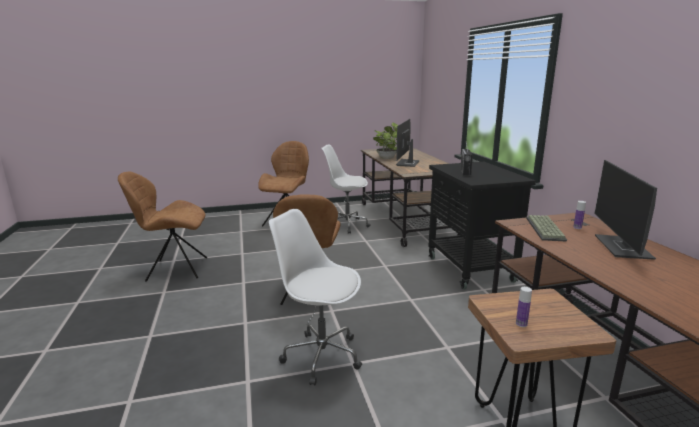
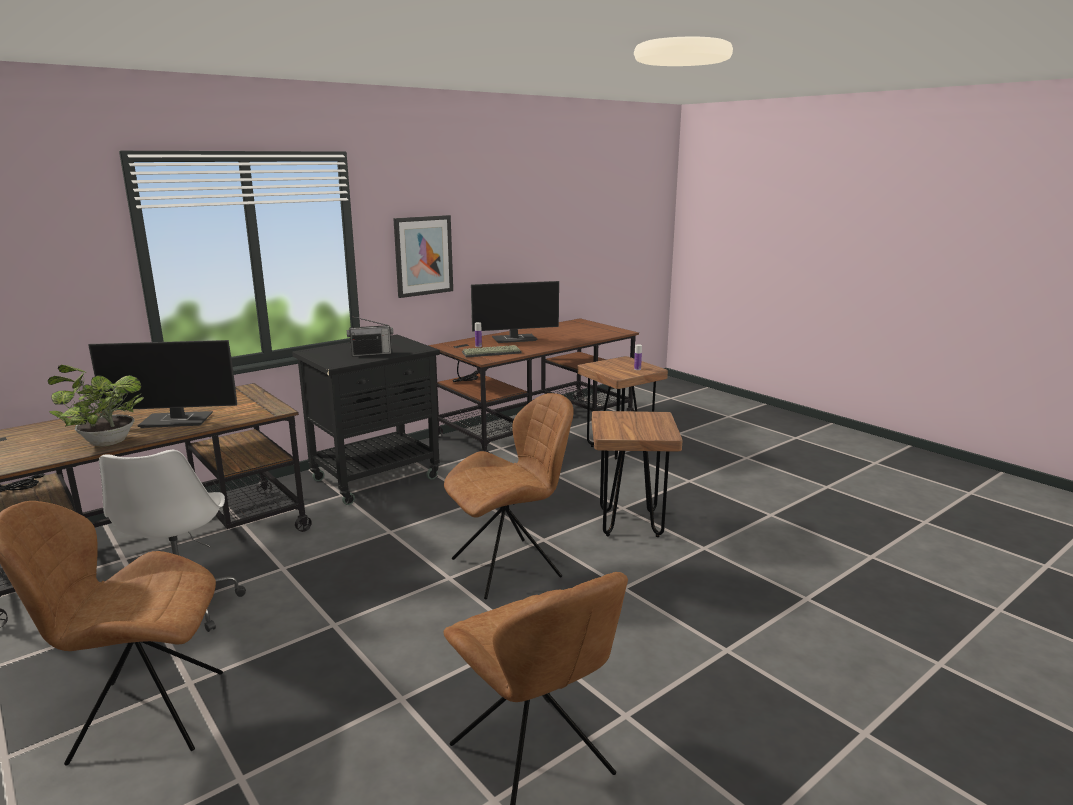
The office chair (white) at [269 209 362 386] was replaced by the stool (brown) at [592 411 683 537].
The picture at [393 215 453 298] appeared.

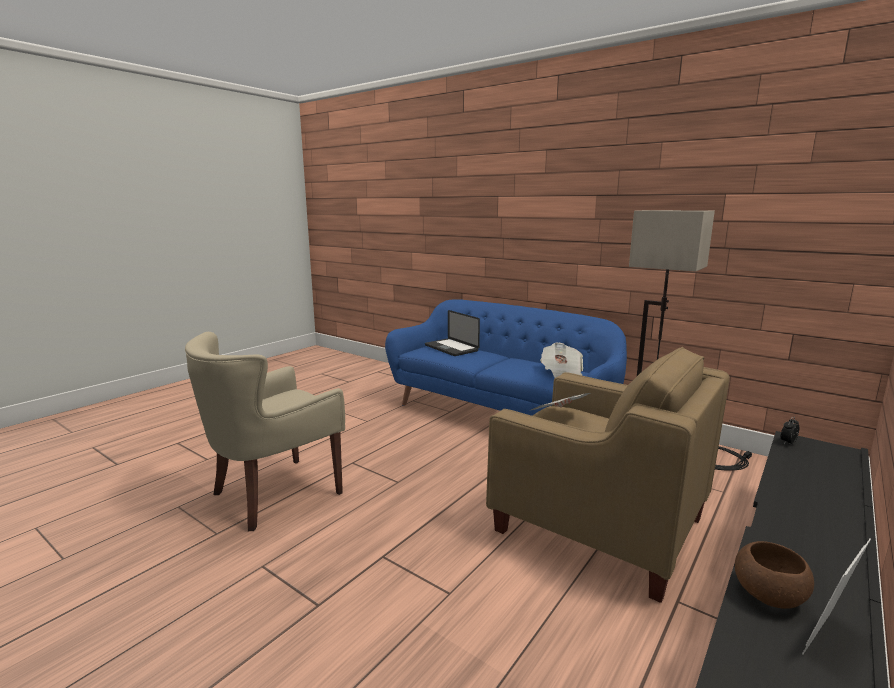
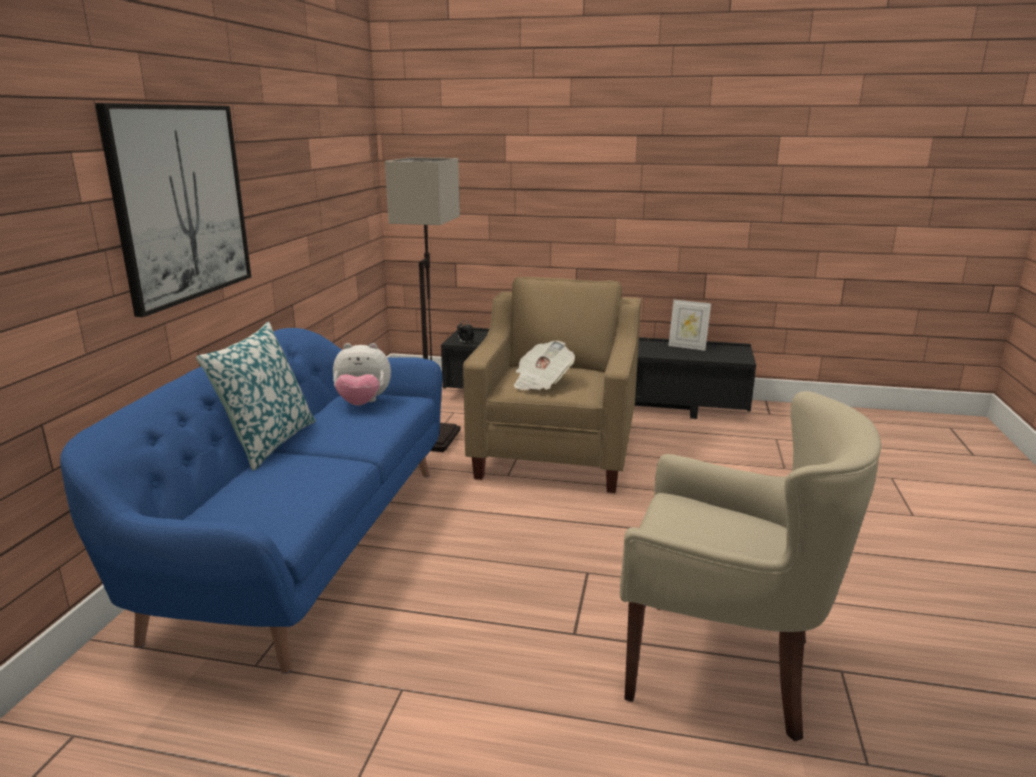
The laptop at [425 310 480 356] disappeared.
The newspaper at [540 343 583 378] was replaced by the plush toy at [333 343 391 406].
The bowl (brown) at [735 541 814 609] disappeared.
The picture at [95 103 251 317] appeared.
The pillow at [196 322 316 470] appeared.

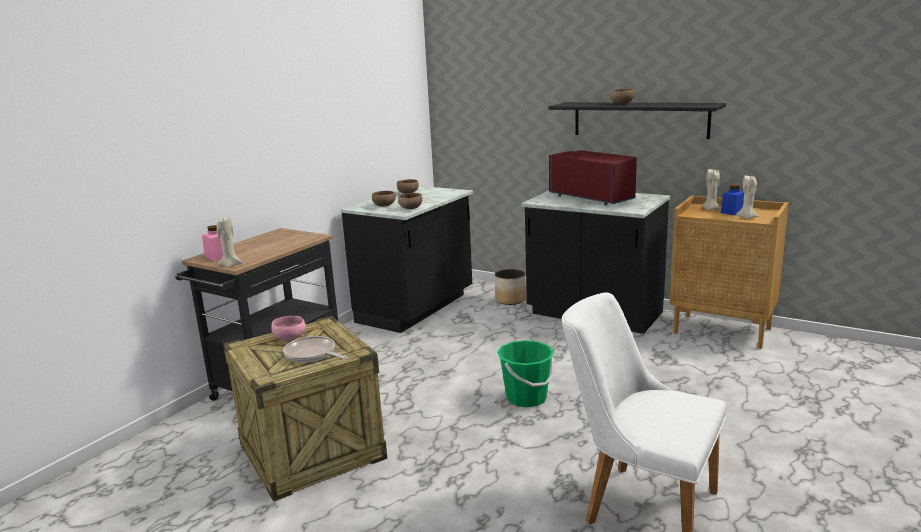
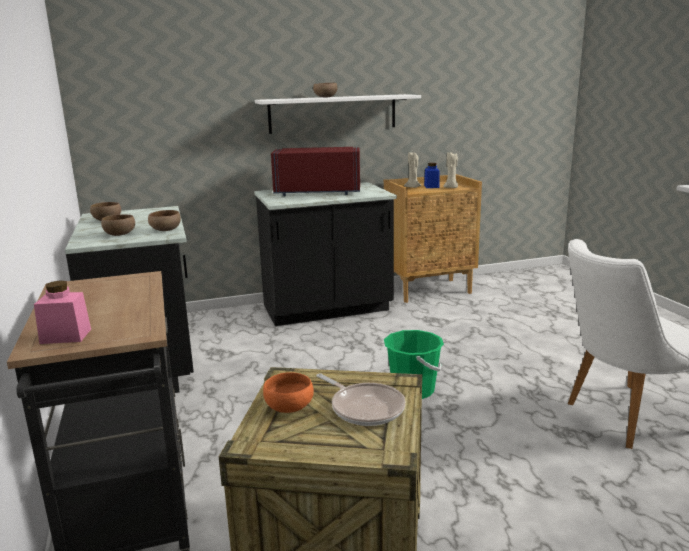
The candle (beige) at [217 217 243 268] disappeared.
The bowl (pink) at [271 316 306 341] became the bowl (orange) at [263 372 314 413].
The frying pan at [283 336 348 362] turned 120 degrees counterclockwise.
The planter at [495 269 526 305] disappeared.
The shelf (black) at [548 102 726 139] became the shelf (white) at [254 94 421 134].

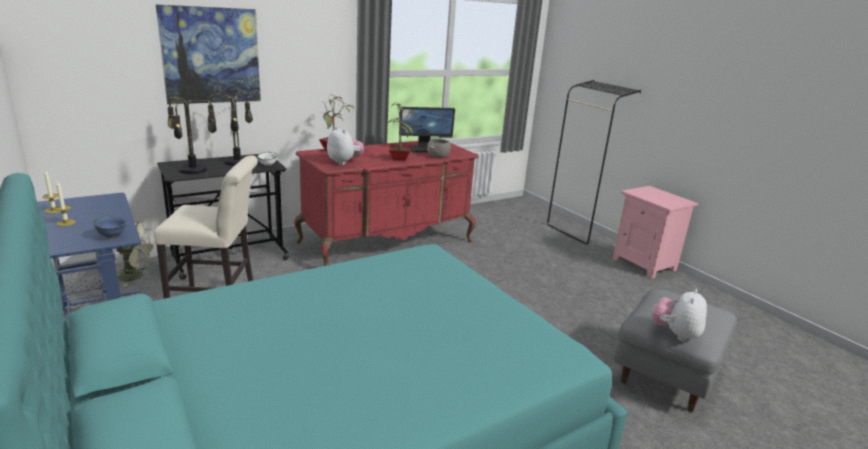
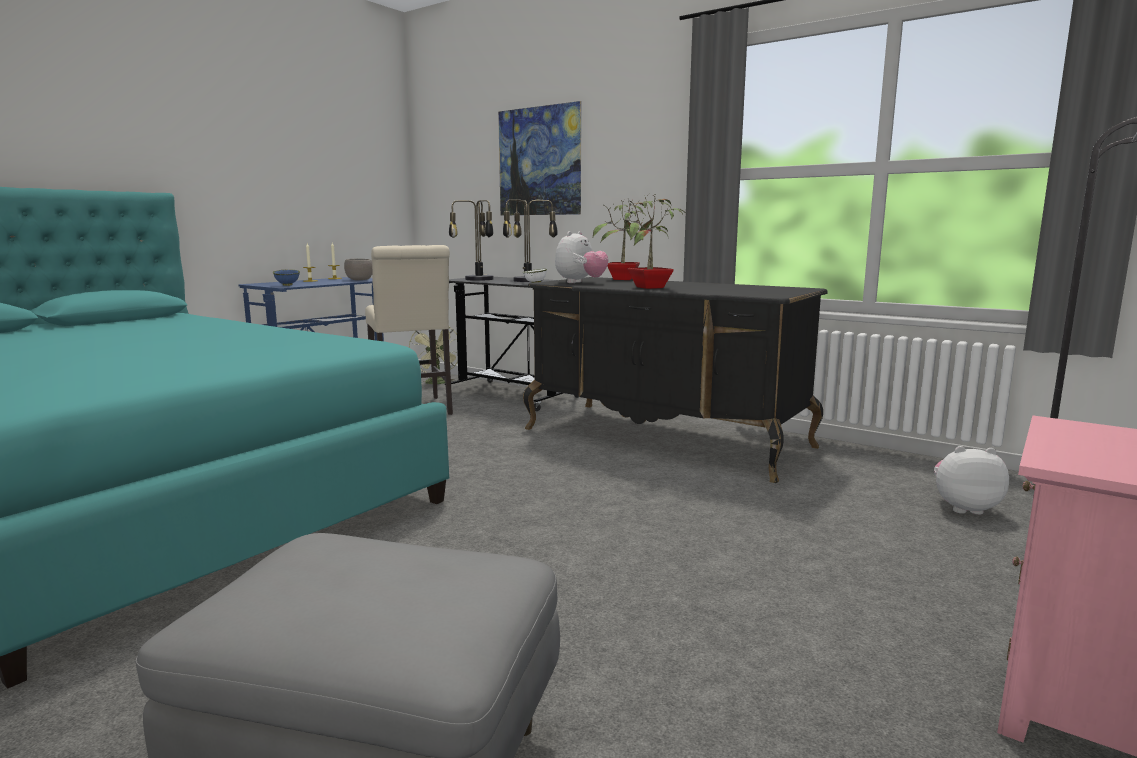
The dresser (red) at [294 141 479 266] became the dresser (black) at [523 277 828 483].
The monitor at [399 107 455 152] disappeared.
The bowl (grey) moved from [427 139 451 158] to [344 258 373 280].
The plush toy moved from [652 289 707 342] to [934 446 1009 515].

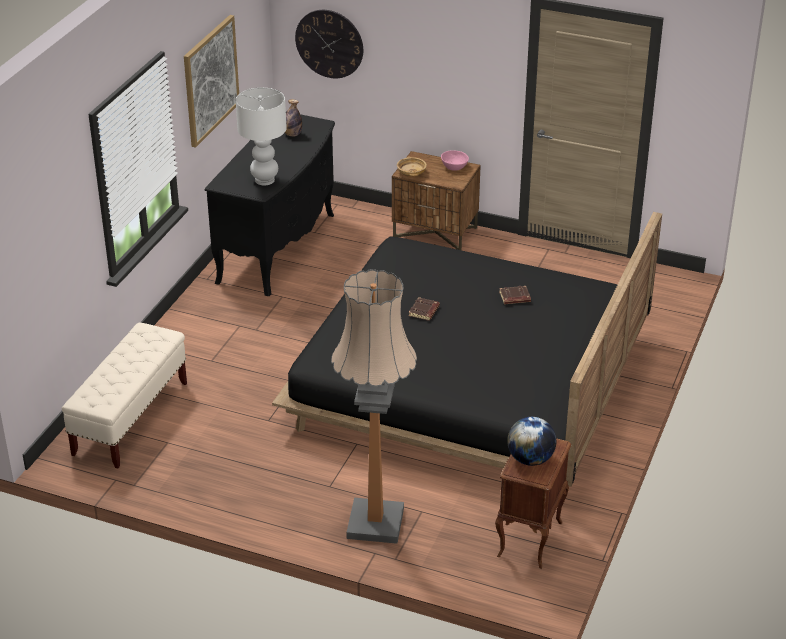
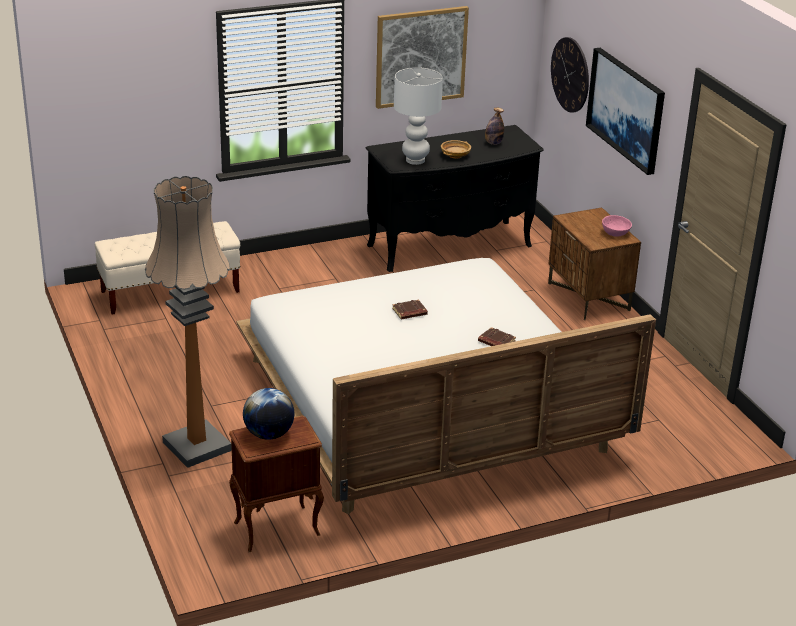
The bed (black) at [272 212 662 487] became the bed (white) at [236 258 656 514].
The bowl (beige) moved from [397 157 427 177] to [441 140 471 159].
The picture at [586 48 665 175] appeared.

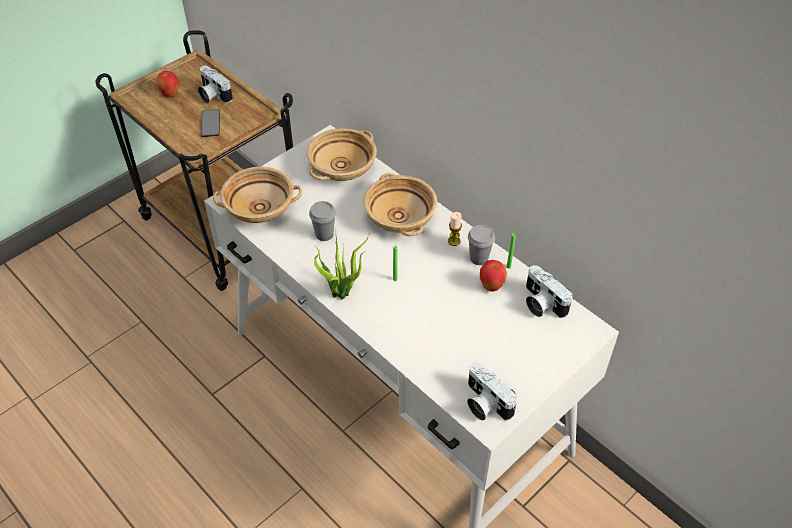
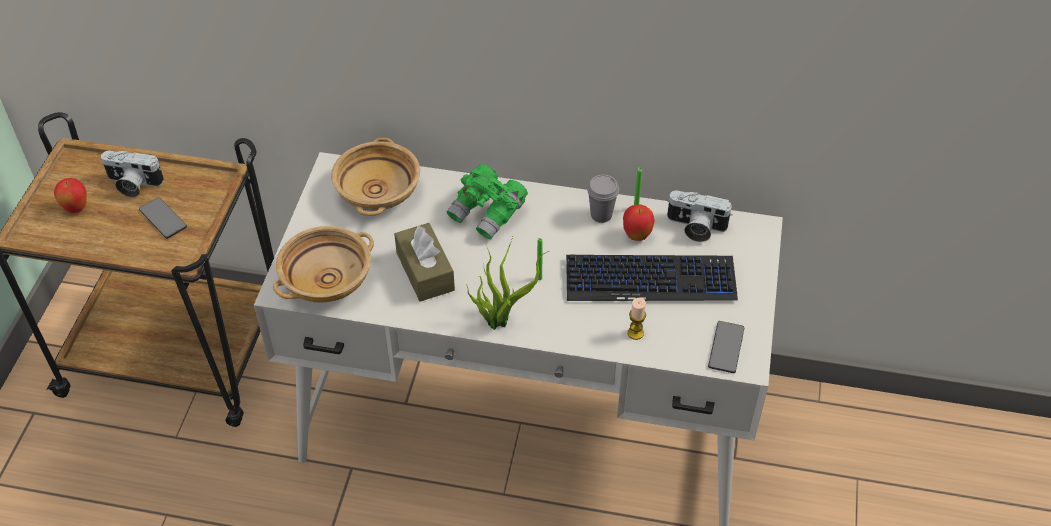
The cup (grey) at [309 201 336 241] was replaced by the tissue box (brown) at [394 223 455 302].
The bowl (beige) at [363 173 437 236] was replaced by the binoculars (green) at [447 164 528 239].
The candle moved from [448 212 462 246] to [628 298 646 340].
The photo camera at [467 362 517 421] was replaced by the phone at [708 321 744 373].
The keyboard at [566 254 738 301] appeared.

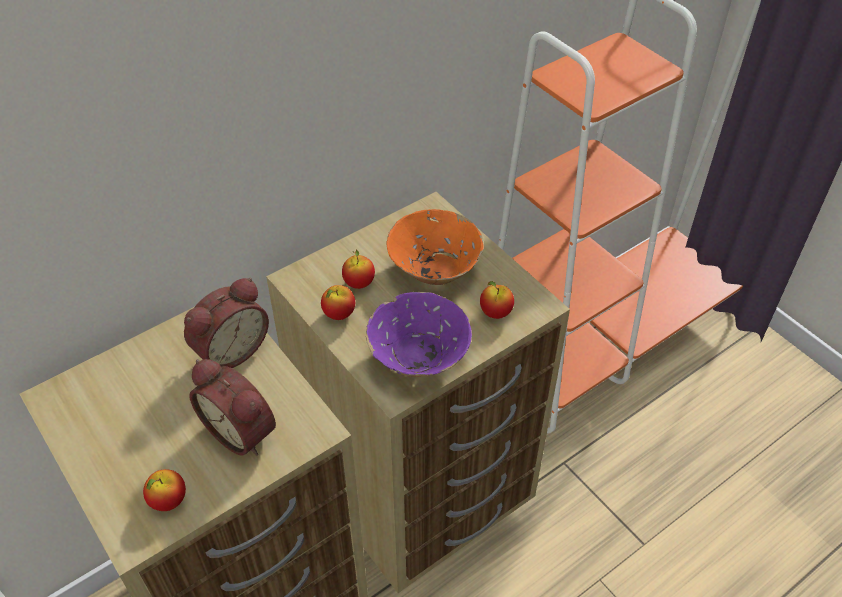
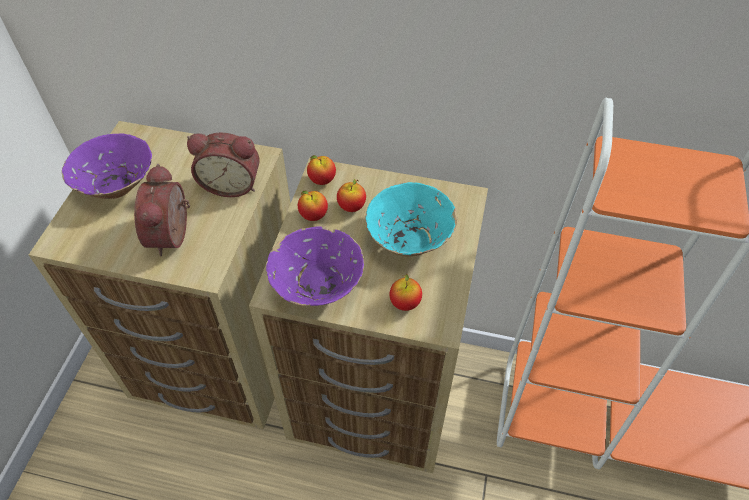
The apple moved from [143 469 186 511] to [307 155 336 185].
The bowl (orange) at [387 209 484 285] became the bowl (turquoise) at [365 182 457 256].
The bowl (purple) at [62 133 152 199] appeared.

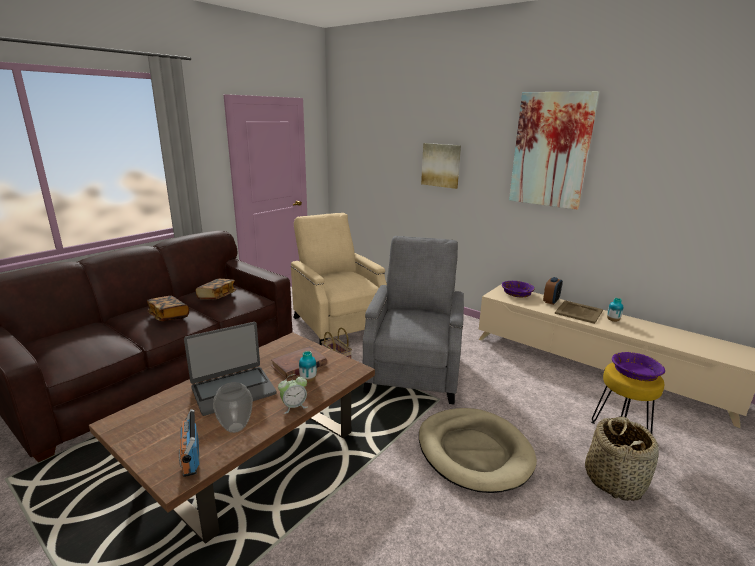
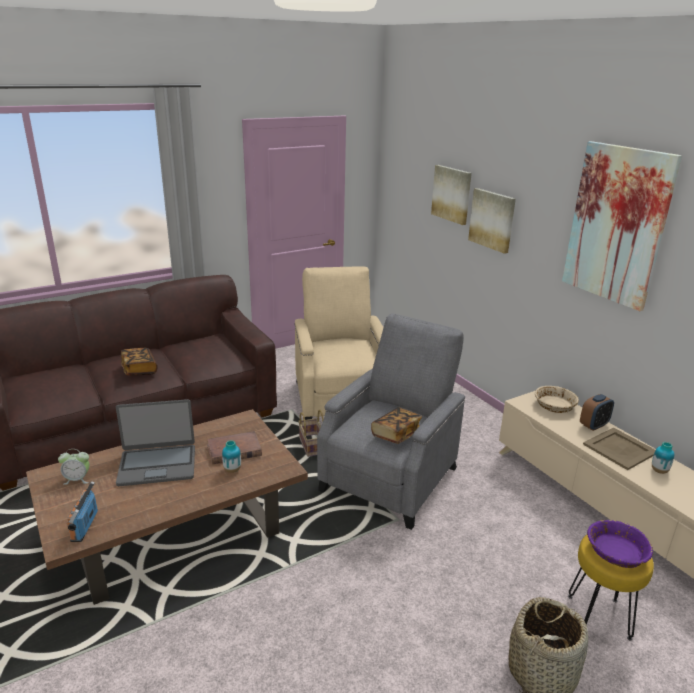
The book moved from [196 279 236 299] to [371 408 422 444].
The vase at [213 382 253 433] disappeared.
The alarm clock moved from [278 374 308 414] to [58 449 89 485].
The dog bed (beige) at [419 408 537 493] disappeared.
The bowl (purple) at [502 281 535 297] became the bowl (beige) at [535 386 579 413].
The picture at [431 165 472 225] appeared.

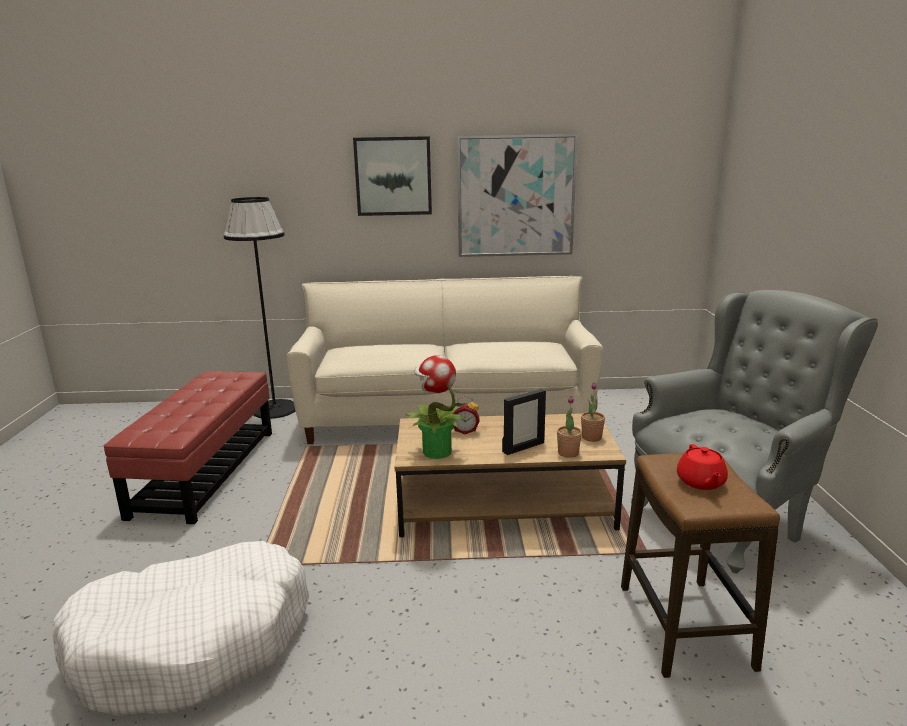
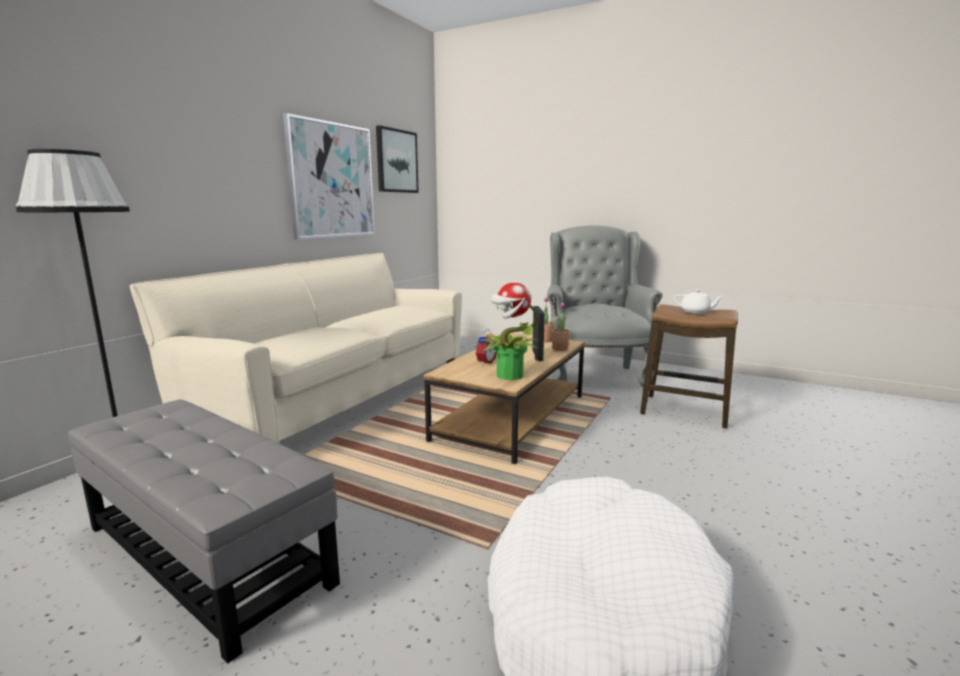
The ottoman (red) at [104 371 272 524] became the ottoman (grey) at [68 399 340 663].
The picture moved from [353 136 432 216] to [376 125 419 193].
The teapot (red) at [677 444 728 490] became the teapot (white) at [674 289 724 313].

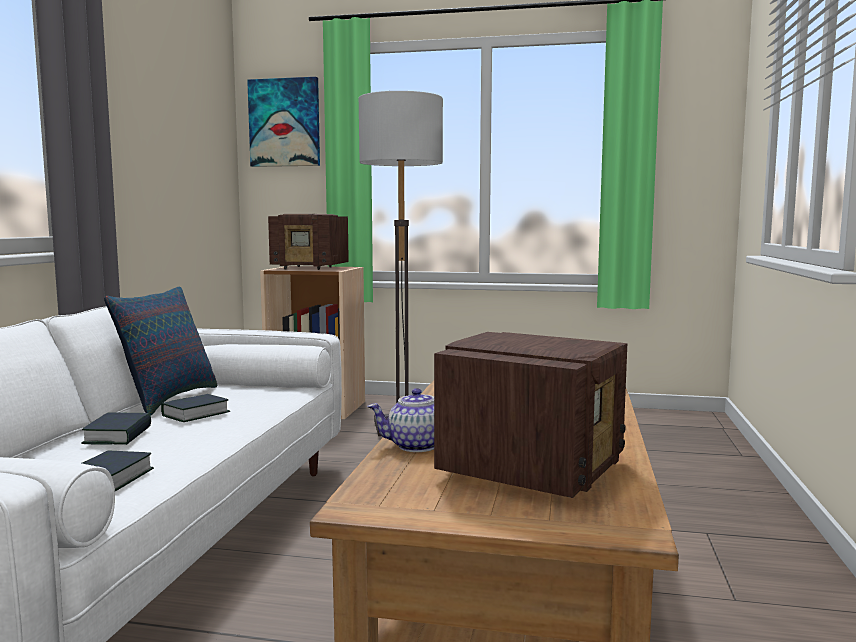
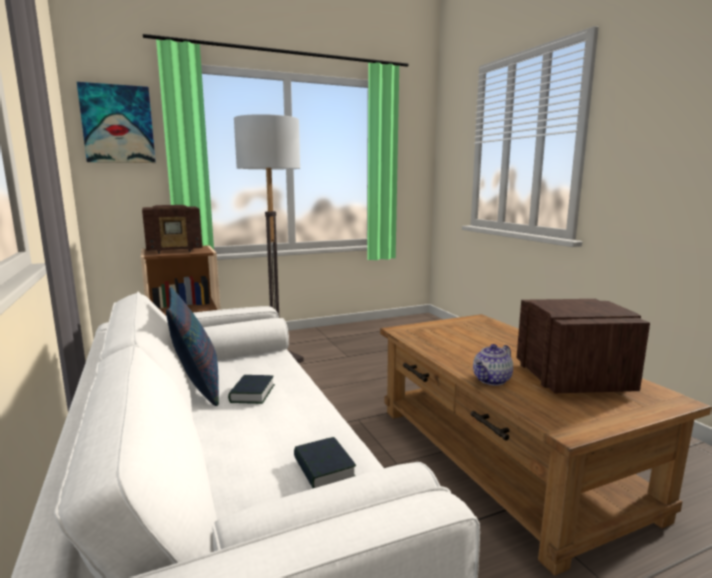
The book at [81 412 151 445] disappeared.

